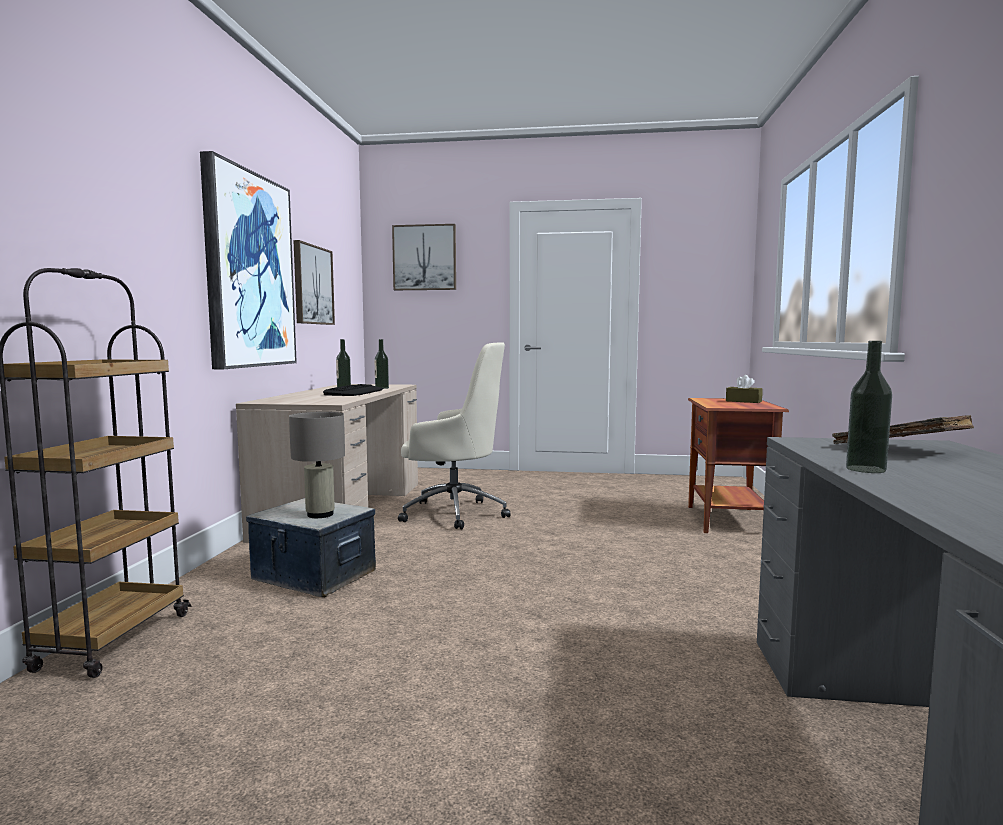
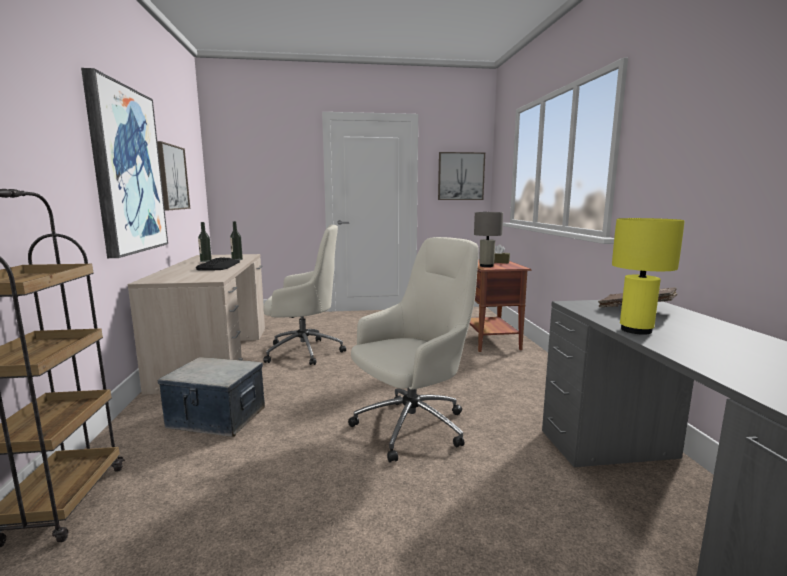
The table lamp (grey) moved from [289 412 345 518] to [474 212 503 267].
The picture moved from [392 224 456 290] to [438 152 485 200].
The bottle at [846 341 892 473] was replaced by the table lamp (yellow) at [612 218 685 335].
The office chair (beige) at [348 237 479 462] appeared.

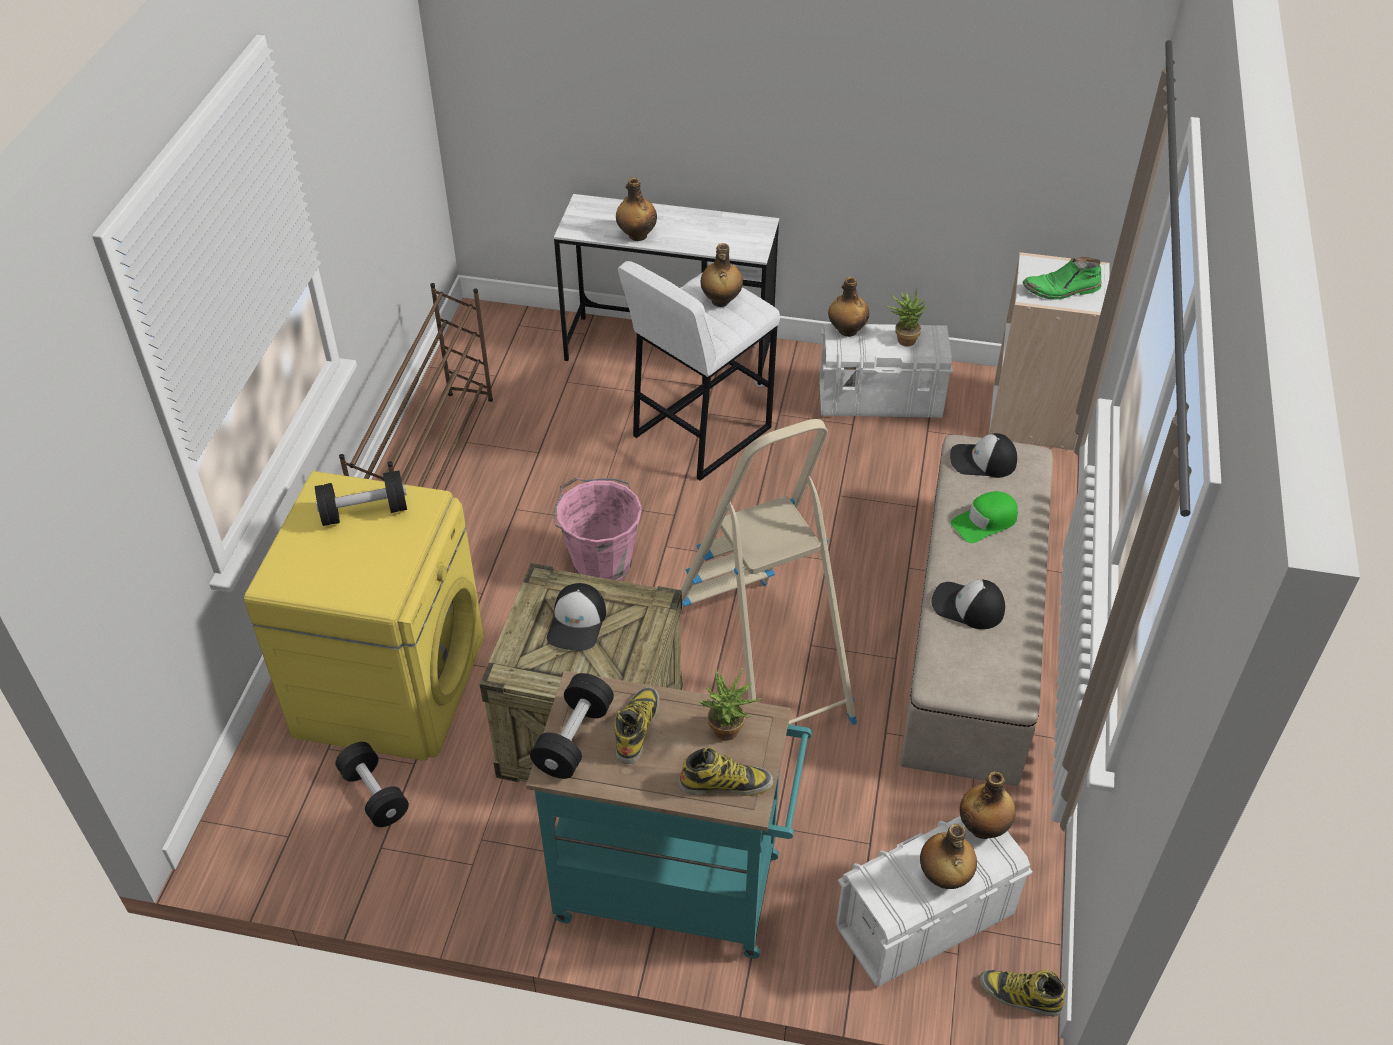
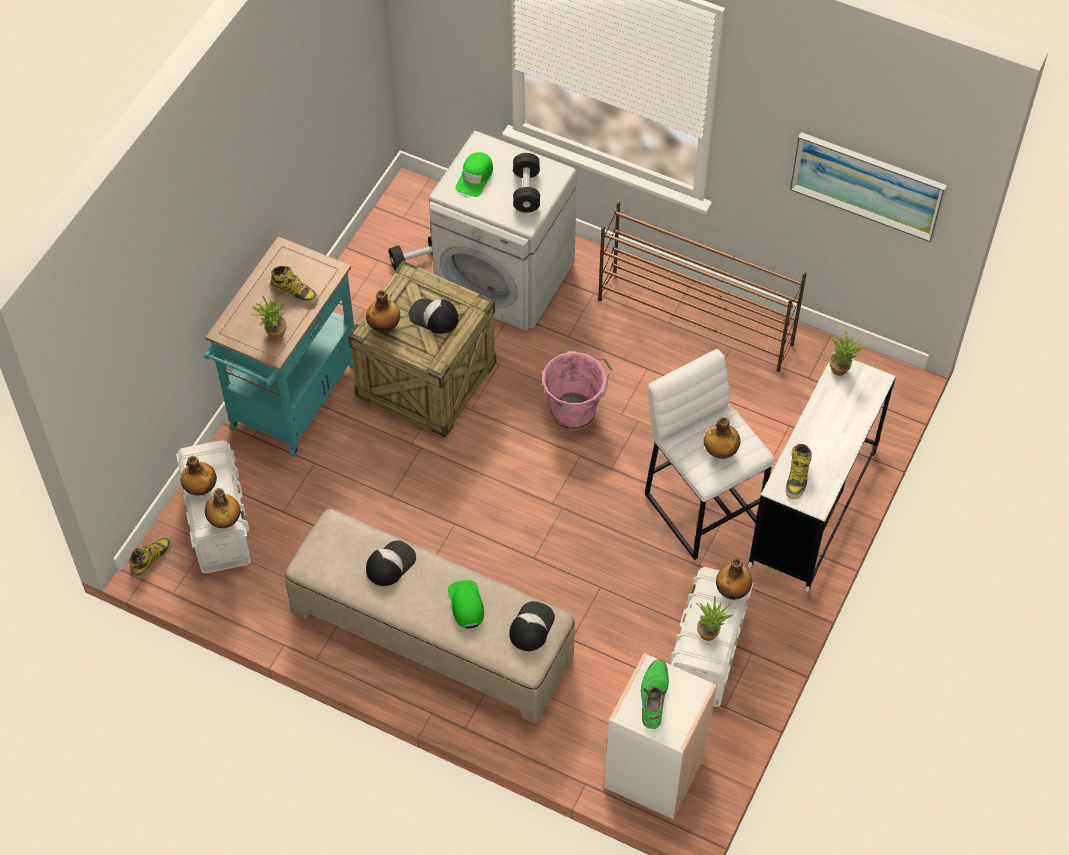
The washing machine (yellow) at [244 471 484 761] became the washing machine (white) at [429 131 577 330].
The dumbbell (black) at [530 673 614 779] disappeared.
The bottle moved from [616 178 657 241] to [366 290 400 334].
The boot moved from [679 747 774 796] to [786 444 812 499].
The step ladder (beige) at [681 419 857 725] disappeared.
The cap (green) at [456 152 493 197] appeared.
The picture at [790 132 947 242] appeared.
The potted plant at [830 331 865 376] appeared.

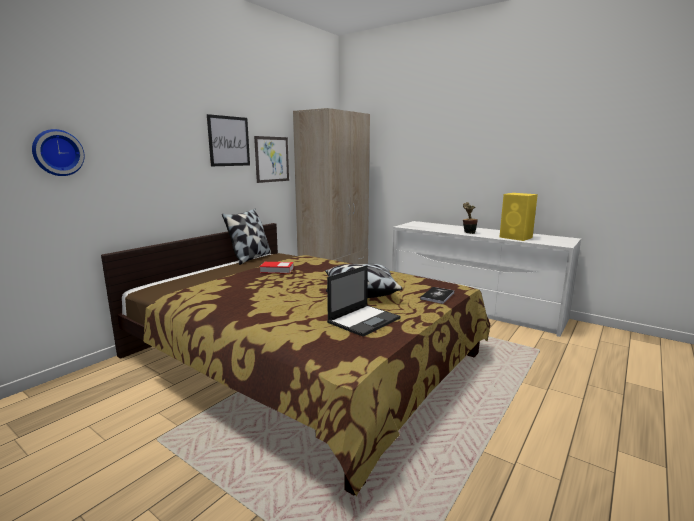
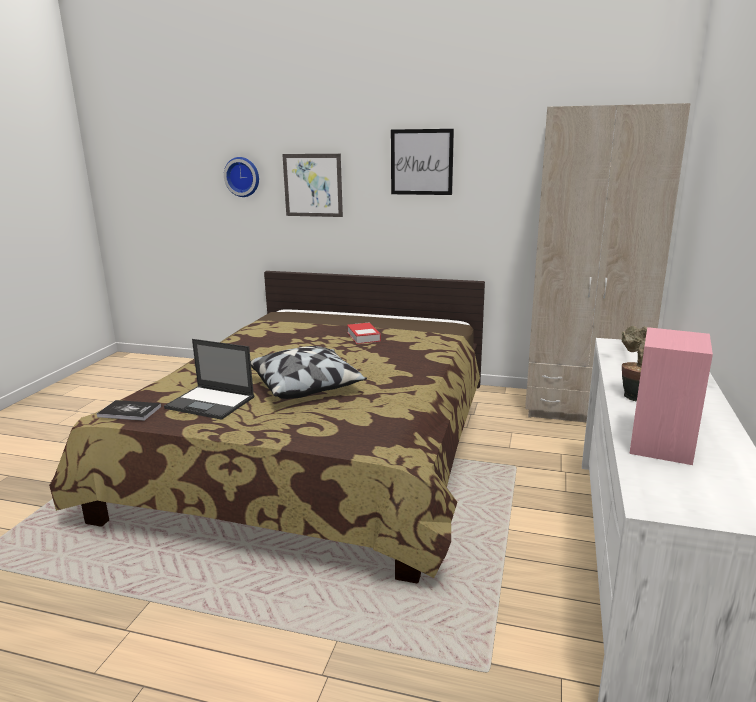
The pillow at [222 209 271 265] disappeared.
The picture moved from [254 136 289 183] to [282 154 343 217].
The book moved from [420 287 455 304] to [97 400 161 421].
The speaker (yellow) at [499 193 538 241] became the speaker (pink) at [629 327 713 465].

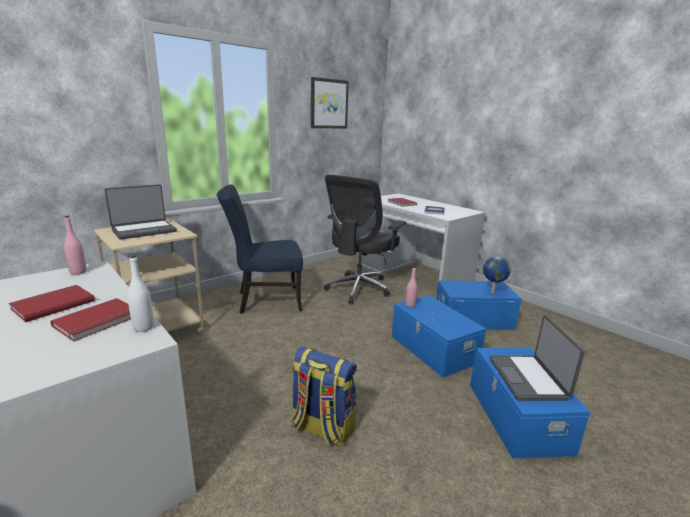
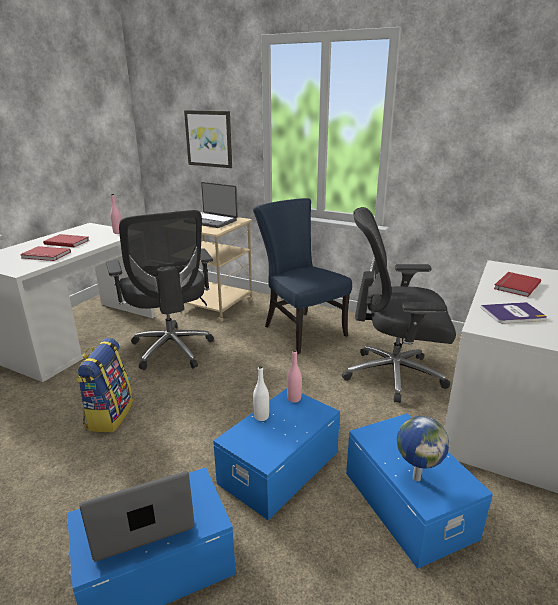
The bottle (white) moved from [128 255 154 332] to [253 365 269 421].
The picture moved from [311 77 349 129] to [184 110 232 168].
The office chair at [106 210 214 370] appeared.

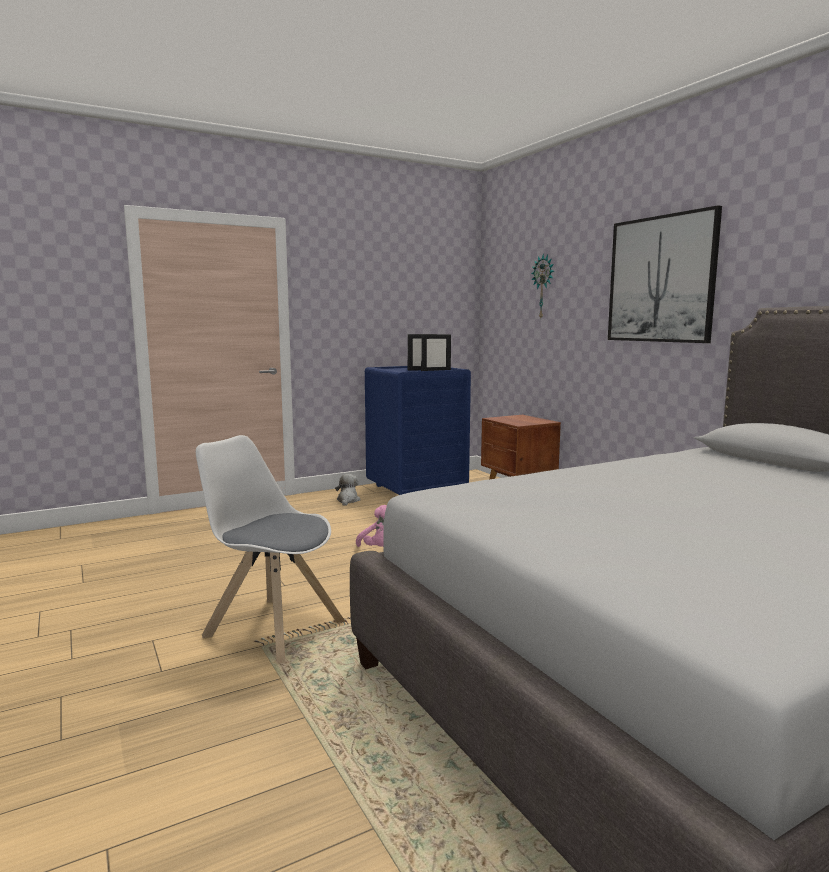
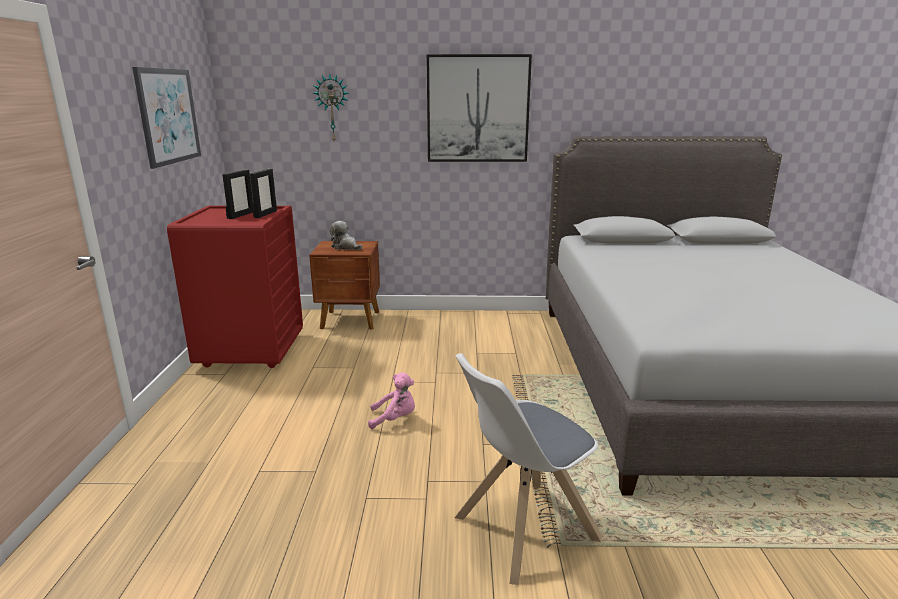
The plush toy moved from [335 474 360 506] to [329 221 362 250].
The dresser (blue) at [365 366 471 495] became the dresser (red) at [167 206 303 368].
The picture at [132 67 201 169] appeared.

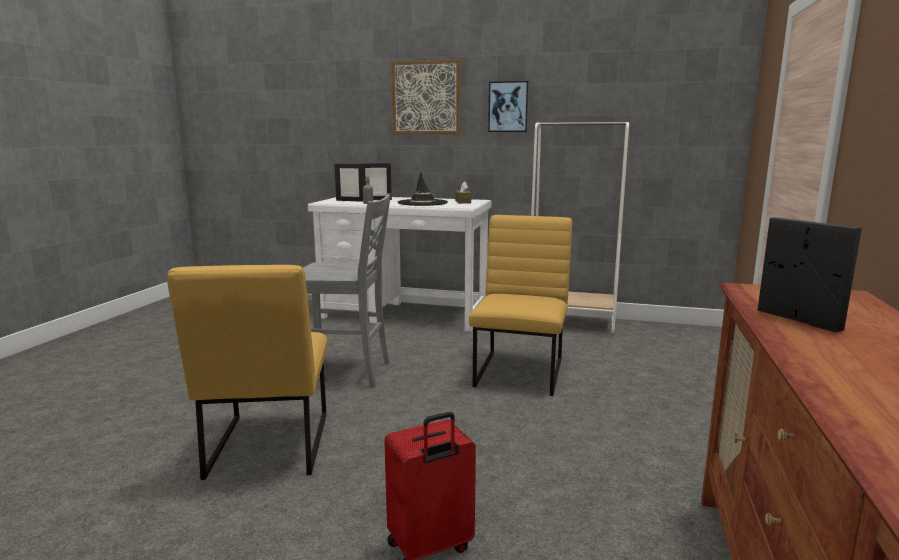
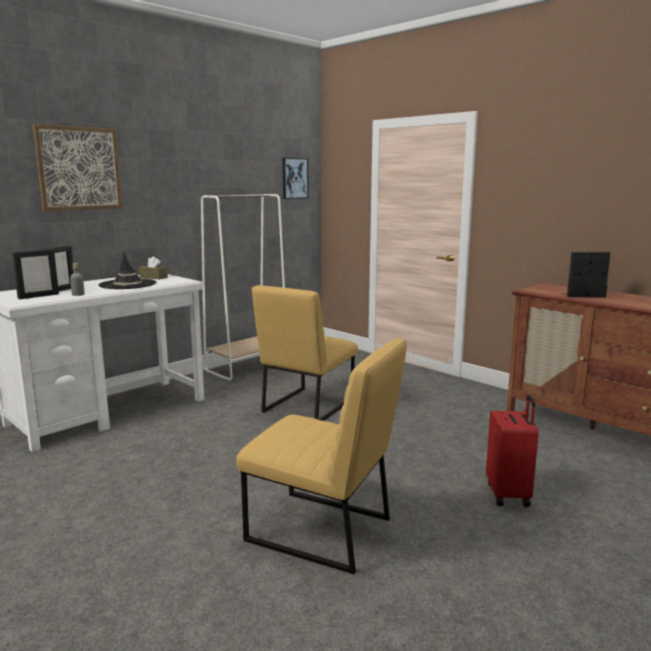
The chair (grey) at [303 193 391 388] disappeared.
The chair (yellow) at [469 215 572 396] turned 105 degrees counterclockwise.
The picture moved from [488 81 528 132] to [283 158 309 199].

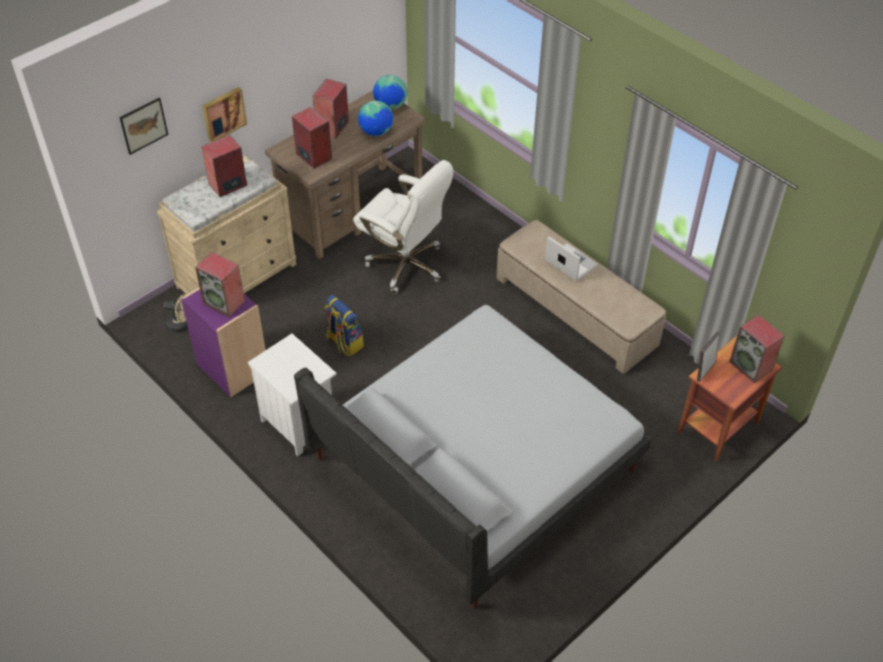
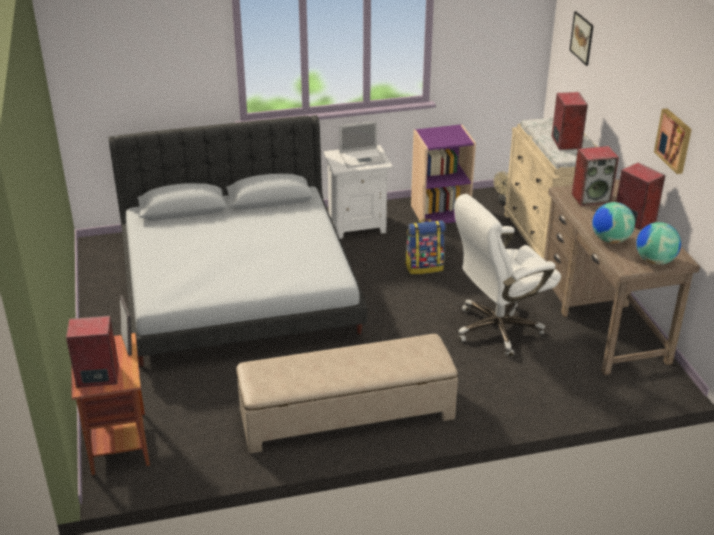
The speaker at [195 252 245 317] disappeared.
The picture moved from [203 87 247 142] to [654 109 692 174].
The laptop moved from [545 236 598 281] to [339 121 385 168].

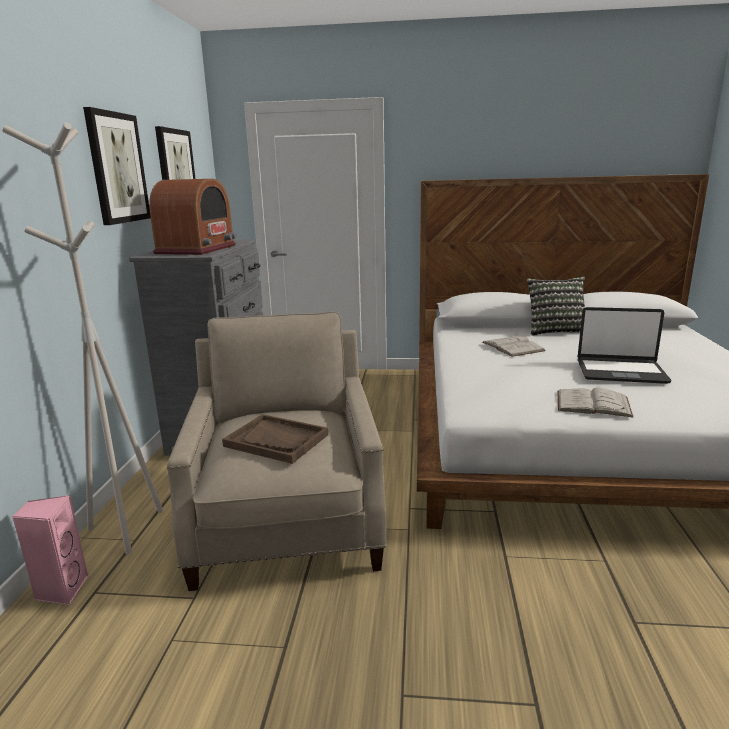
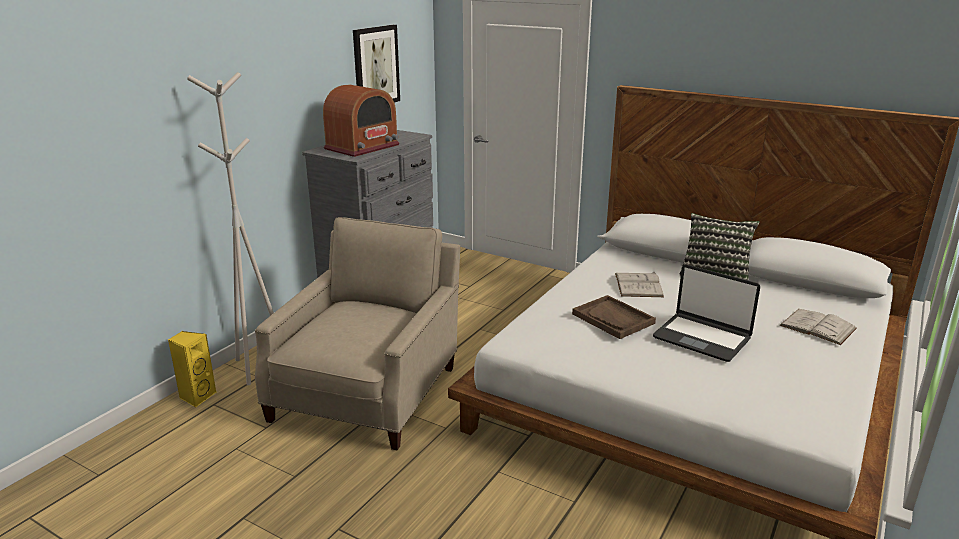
The speaker (pink) at [12 495 88 605] became the speaker (yellow) at [168 331 216 407].
The picture at [83 107 151 225] disappeared.
The tray (brown) moved from [222 414 328 464] to [572 295 656 339].
The book (white) moved from [558 387 634 418] to [779 309 857 345].

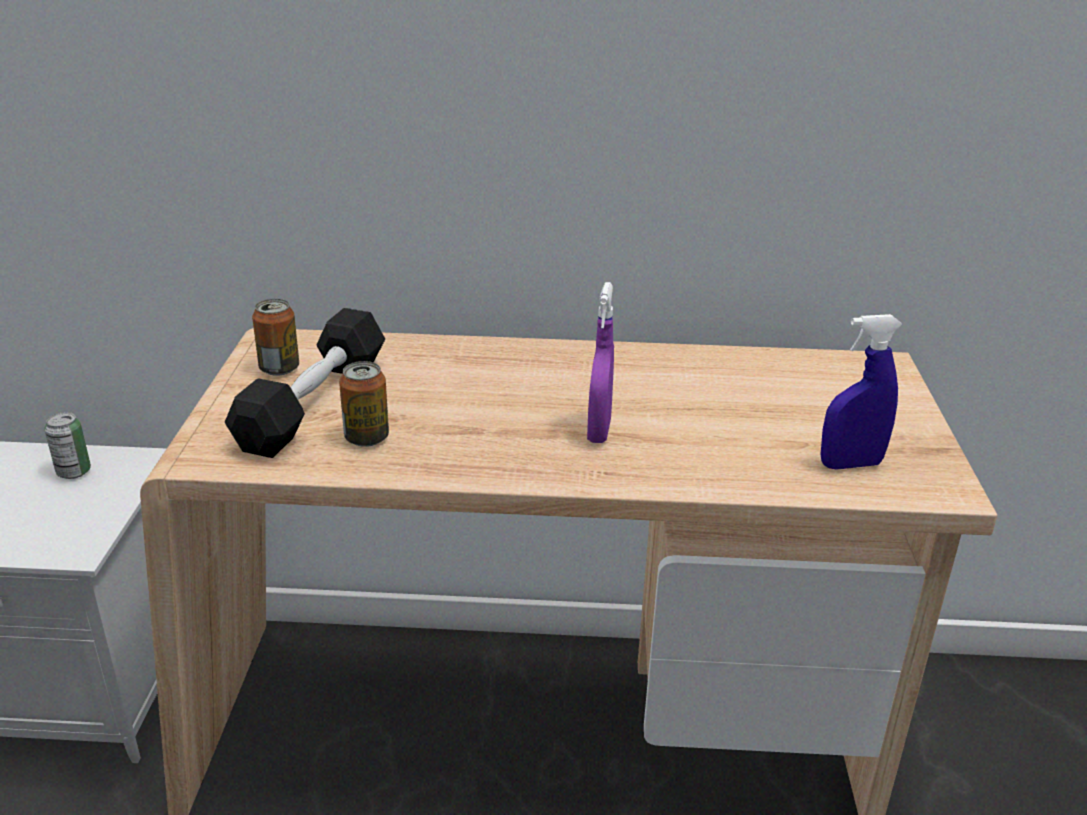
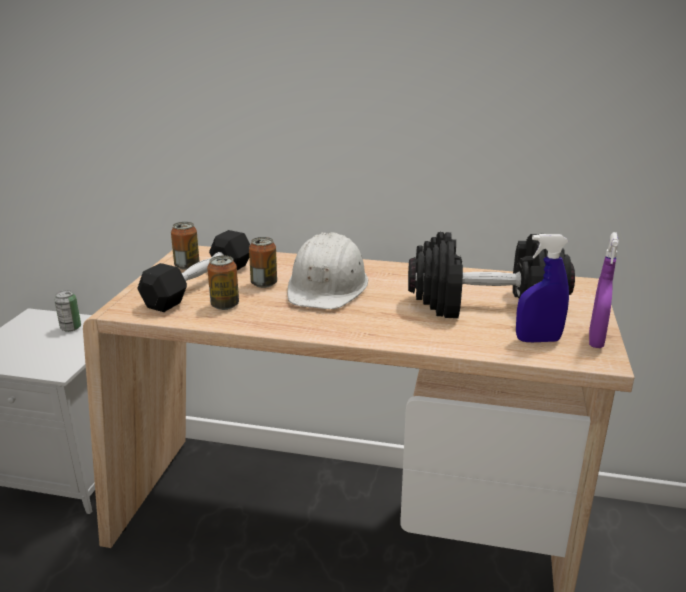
The spray bottle (purple) moved from [587 282 614 443] to [589 232 619 348].
The can at [249 237 277 288] appeared.
The hard hat (white) at [287 232 368 309] appeared.
The dumbbell (black) at [408 232 575 318] appeared.

